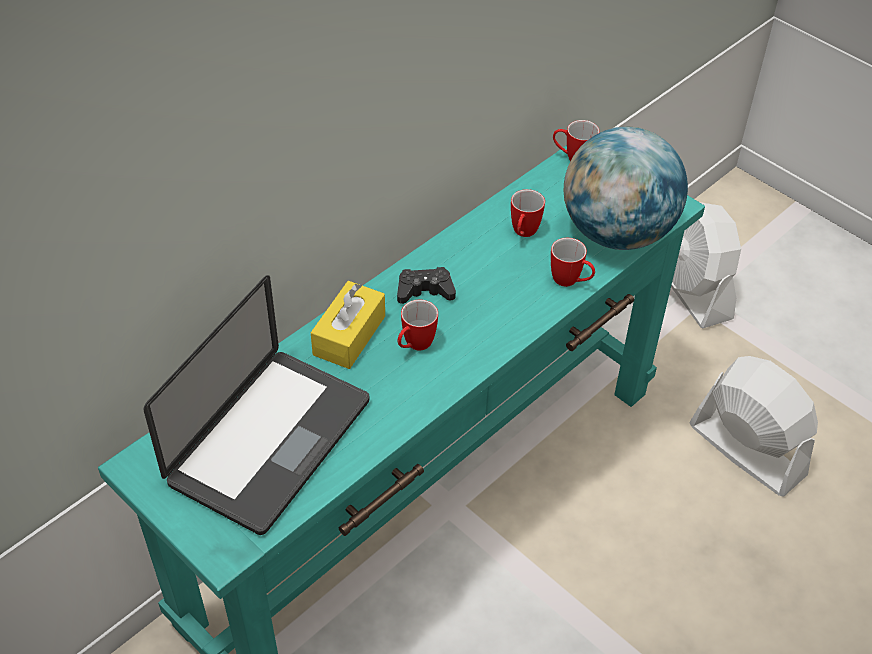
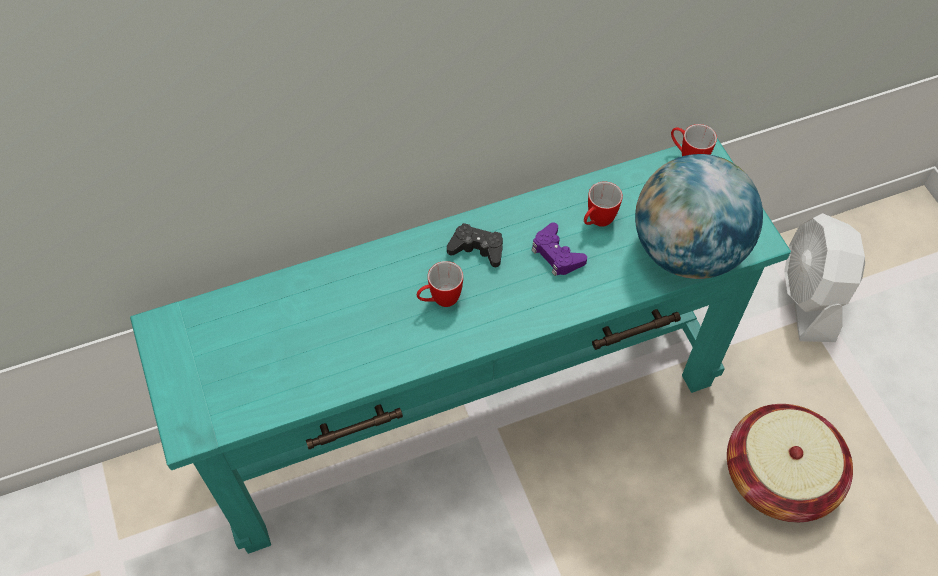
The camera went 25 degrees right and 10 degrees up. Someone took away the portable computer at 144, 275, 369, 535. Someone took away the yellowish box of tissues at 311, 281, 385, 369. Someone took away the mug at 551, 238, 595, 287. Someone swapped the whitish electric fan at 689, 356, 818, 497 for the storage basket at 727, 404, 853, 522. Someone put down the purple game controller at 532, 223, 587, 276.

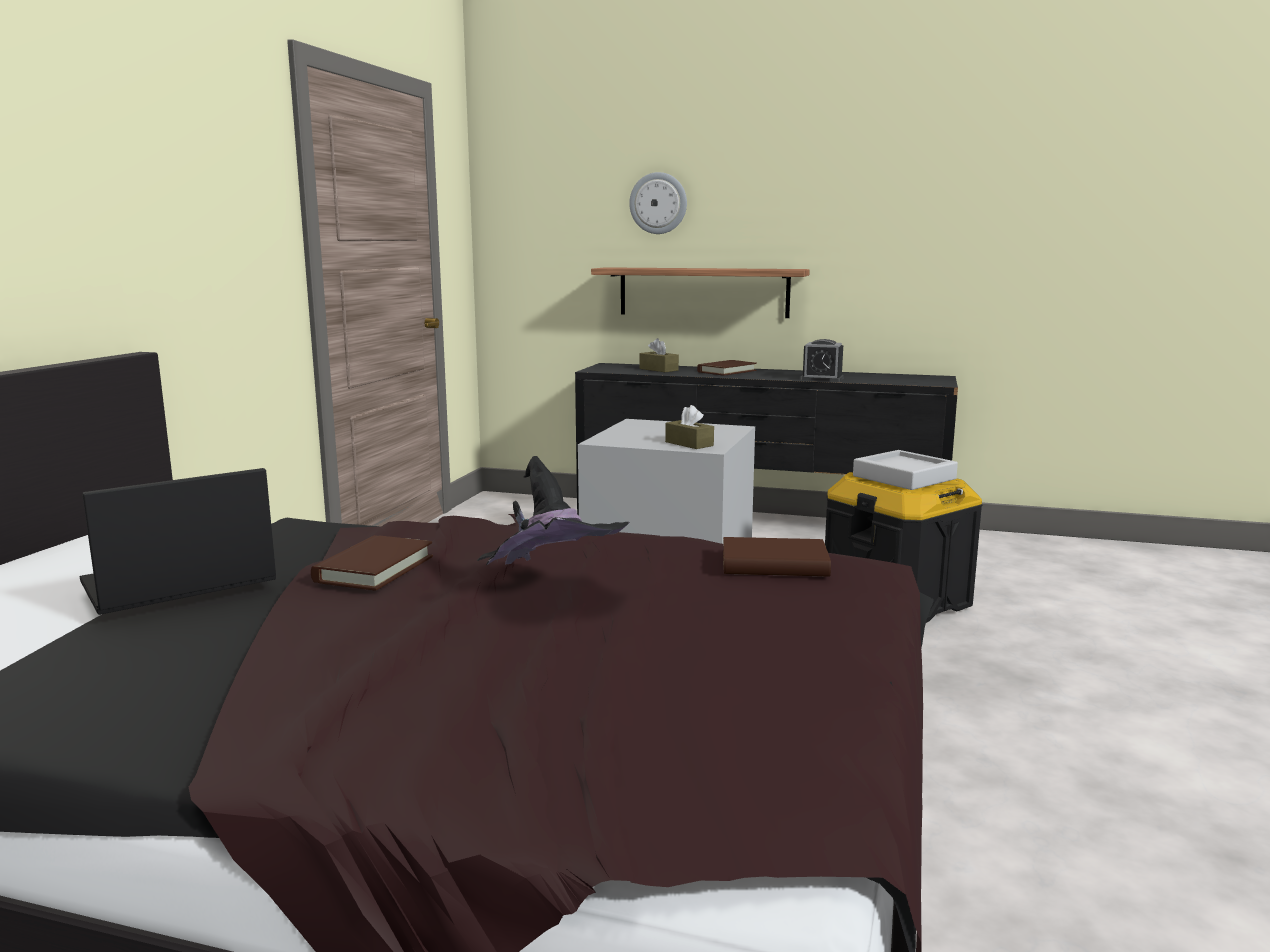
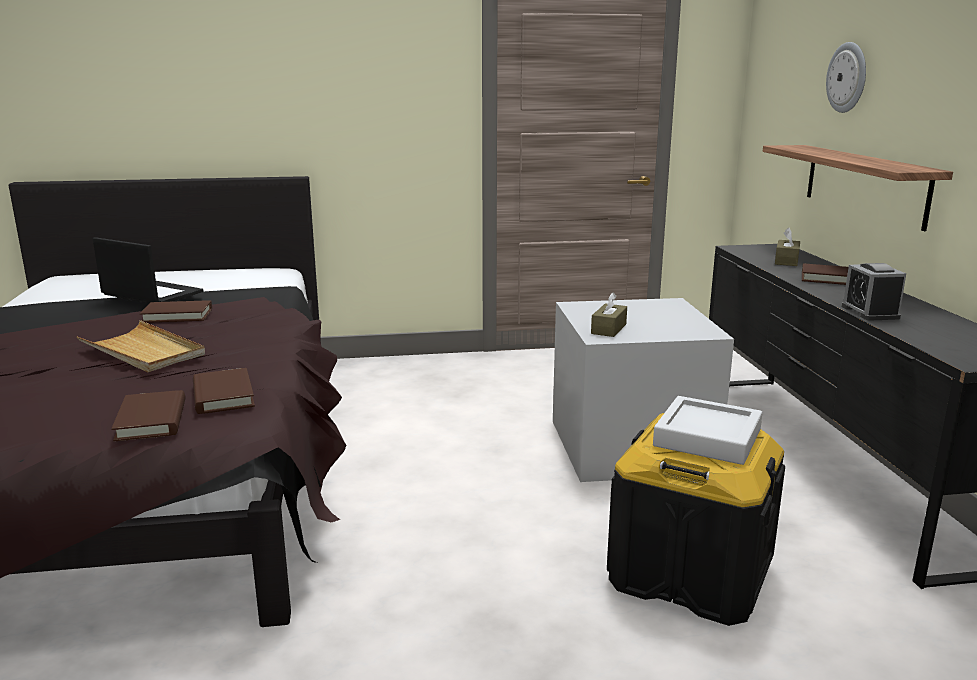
The camera went 65 degrees right and 5 degrees up. Someone swapped the black-coloured wearable hat at 477, 456, 630, 566 for the beige tray at 77, 320, 205, 372. Someone put down the brownish book at 111, 390, 185, 441.

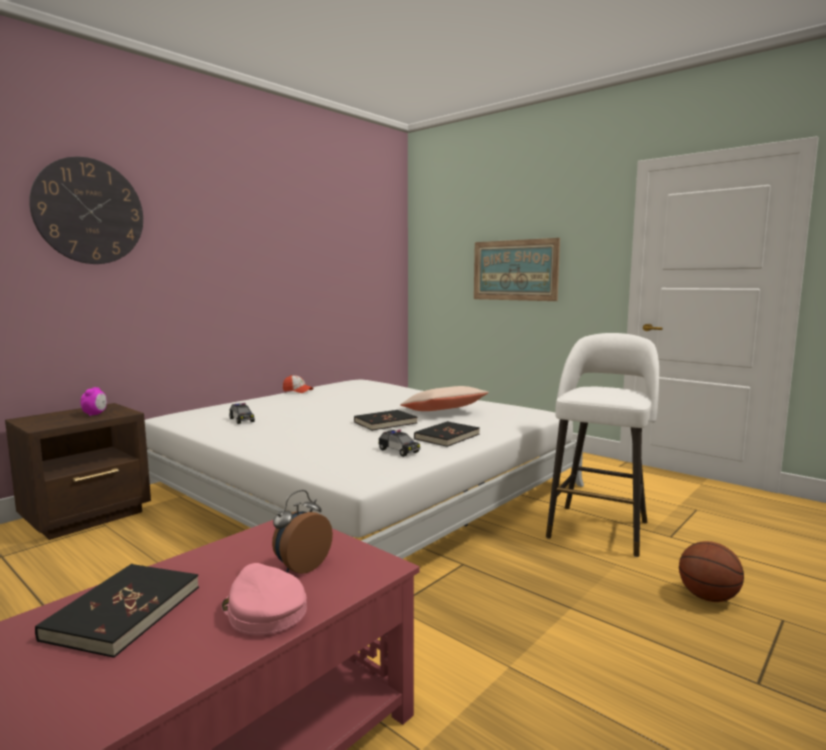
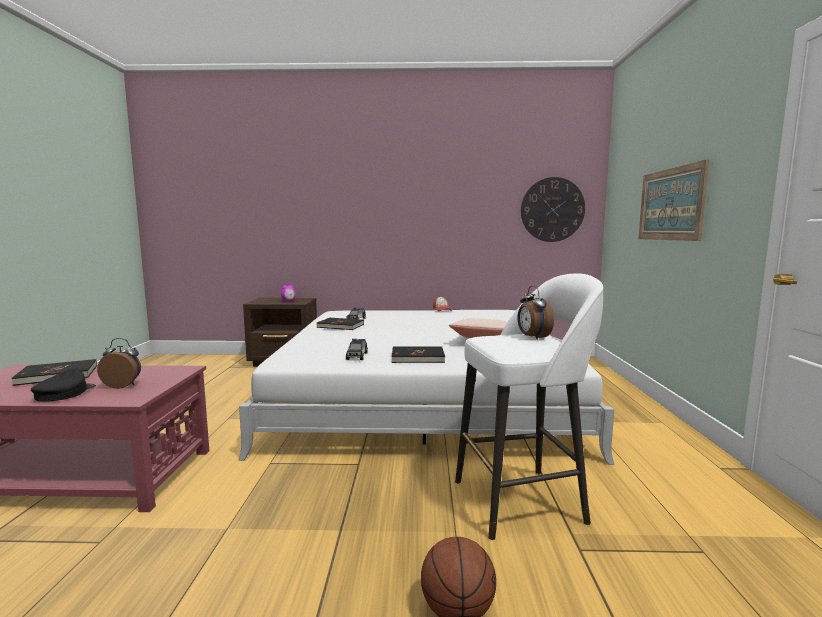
The camera went 50 degrees right and 0 degrees up. Someone carried the wall clock from 29, 157, 143, 264 to 521, 177, 585, 242. Someone repainted the pinkish baseball cap at 222, 563, 307, 635, which became the black-coloured baseball cap at 31, 368, 96, 402. Someone carried the black-coloured book from 354, 410, 418, 431 to 317, 318, 364, 330. Someone put down the alarm clock at 518, 286, 554, 340.

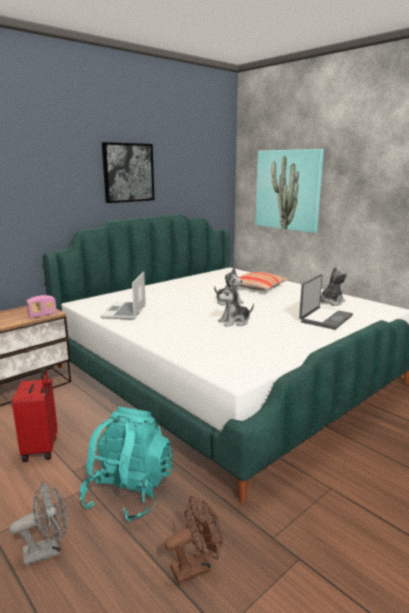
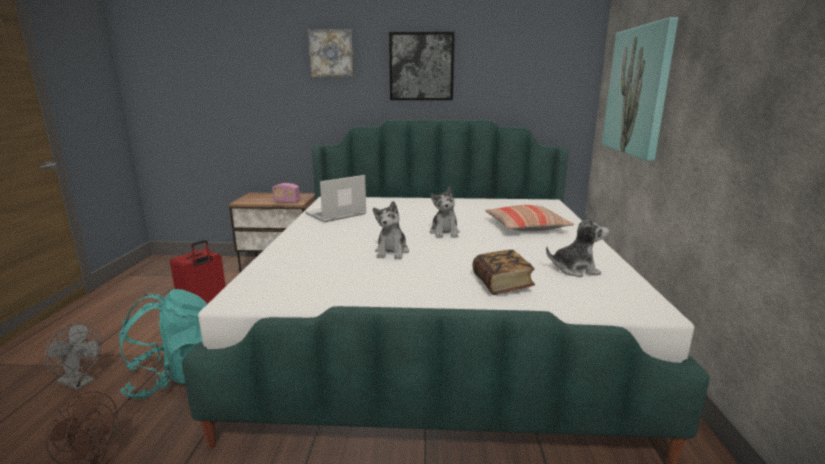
The camera went 45 degrees right and 0 degrees up. Someone rotated the plush toy at 218, 284, 254, 327 by 105 degrees counterclockwise. Someone swapped the portable computer at 299, 274, 353, 330 for the book at 473, 250, 535, 295. Someone put up the wall art at 308, 29, 355, 77.

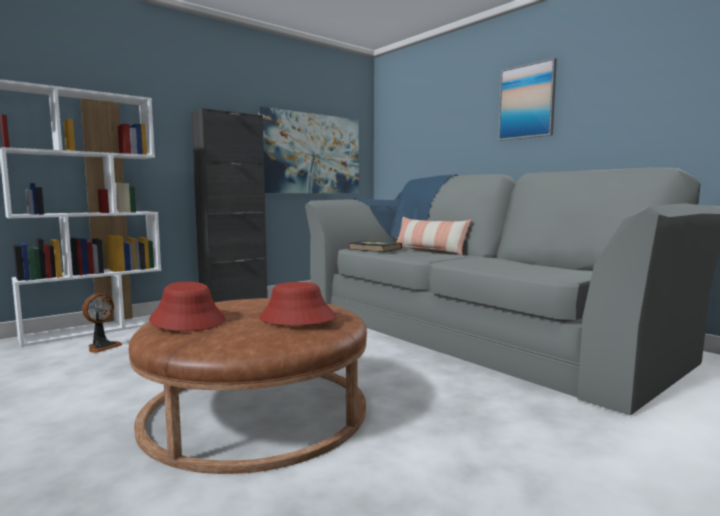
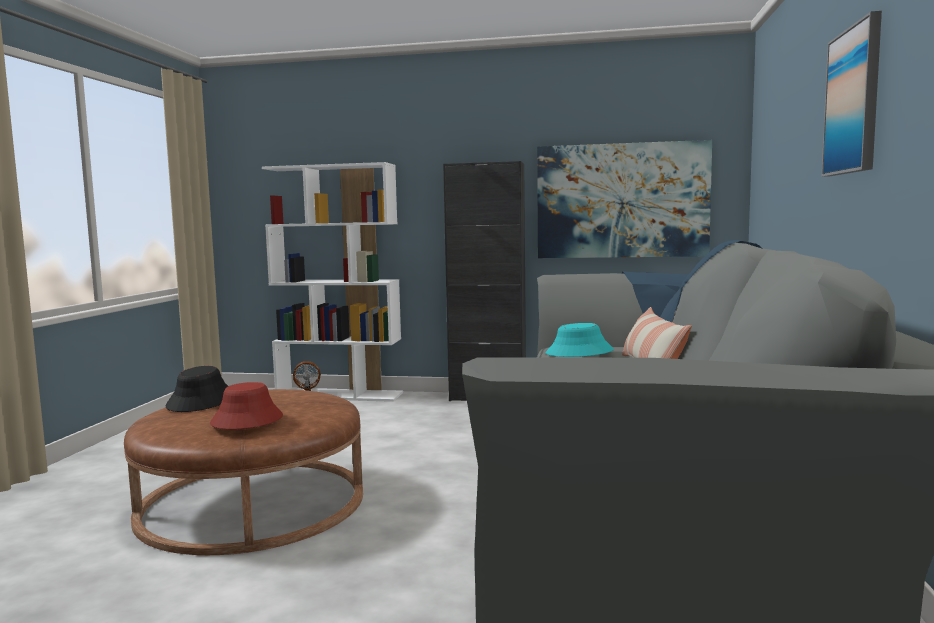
The camera went 50 degrees right and 0 degrees up. Someone repainted the reddish wearable hat at 149, 282, 226, 331, which became the black-coloured wearable hat at 166, 366, 228, 412. Someone swapped the book at 348, 241, 402, 252 for the turquoise-coloured wearable hat at 545, 323, 614, 357.

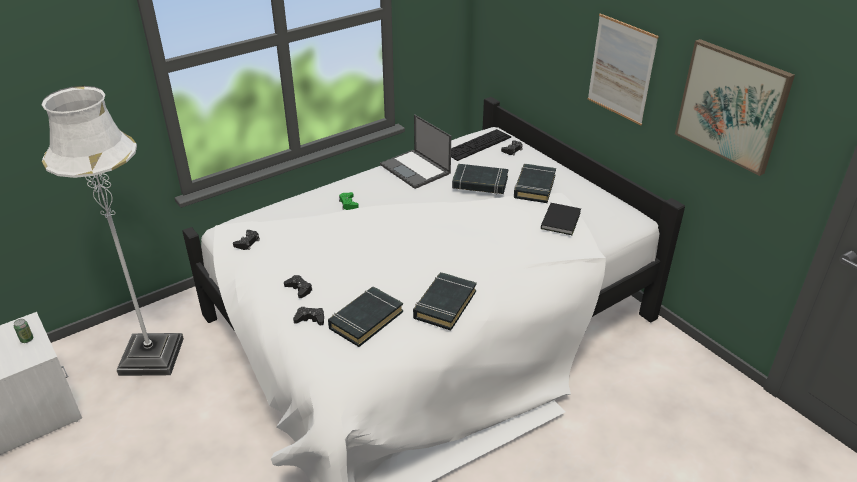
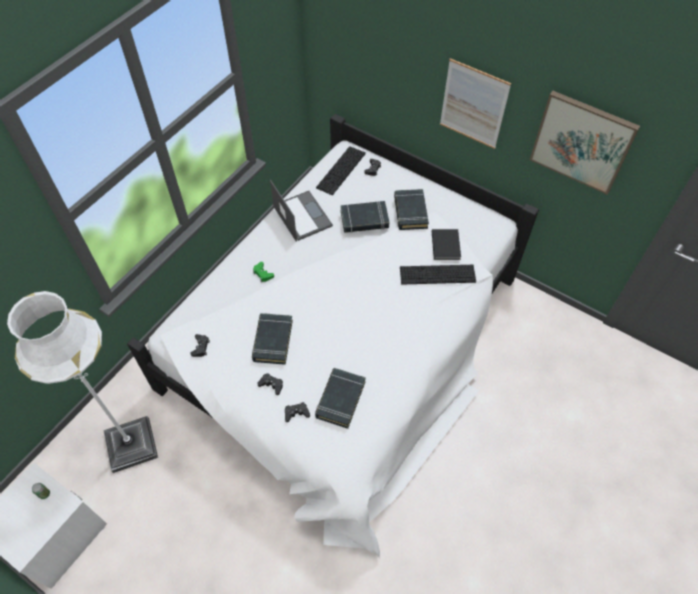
The camera went 20 degrees left and 20 degrees up. Someone rotated the portable computer at 380, 114, 451, 189 by 150 degrees counterclockwise. Someone carried the black-coloured book from 413, 272, 477, 331 to 252, 313, 293, 365. Someone put down the computer keyboard at 400, 265, 476, 284.

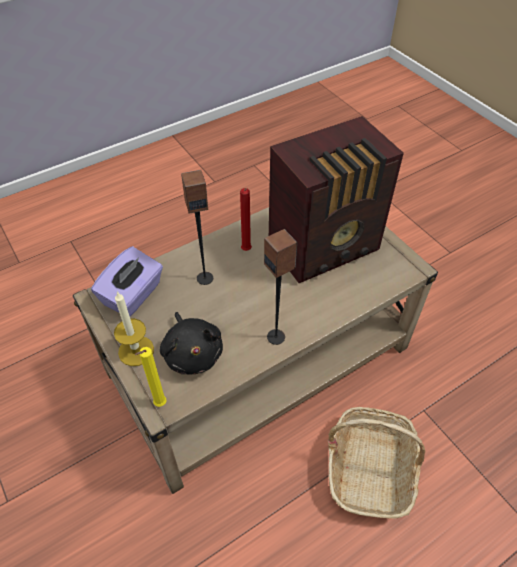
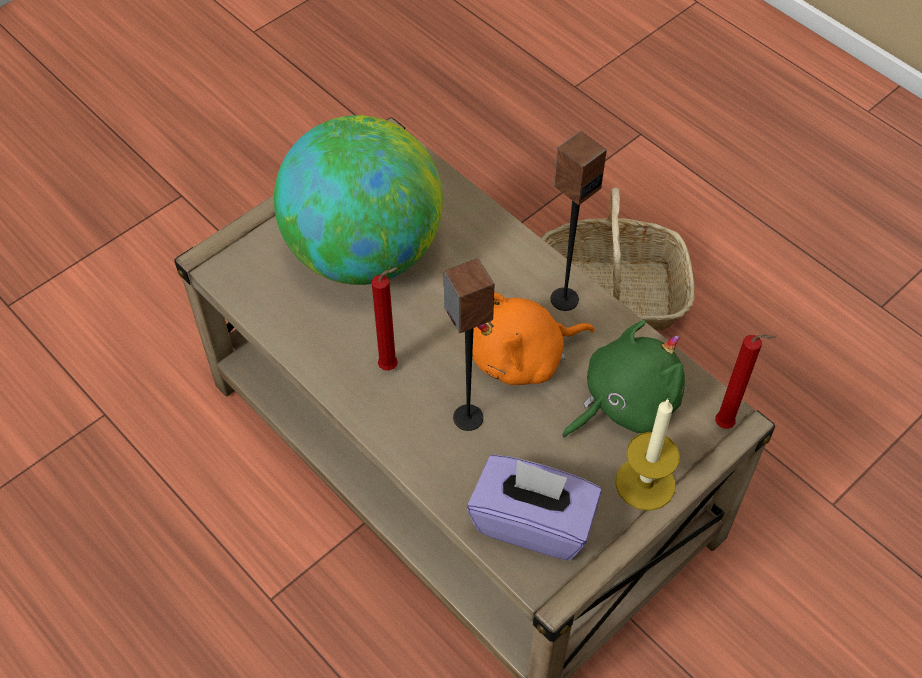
The camera went 100 degrees left and 5 degrees up. Someone repainted the yellowish candle at 135, 347, 166, 407, which became the reddish candle at 715, 334, 776, 429. Someone repainted the black-coloured plush toy at 160, 312, 223, 374, which became the green-coloured plush toy at 562, 320, 685, 437. Someone swapped the radio receiver at 269, 116, 404, 283 for the globe at 274, 115, 443, 285. Someone put down the orangey plush toy at 472, 292, 595, 385.

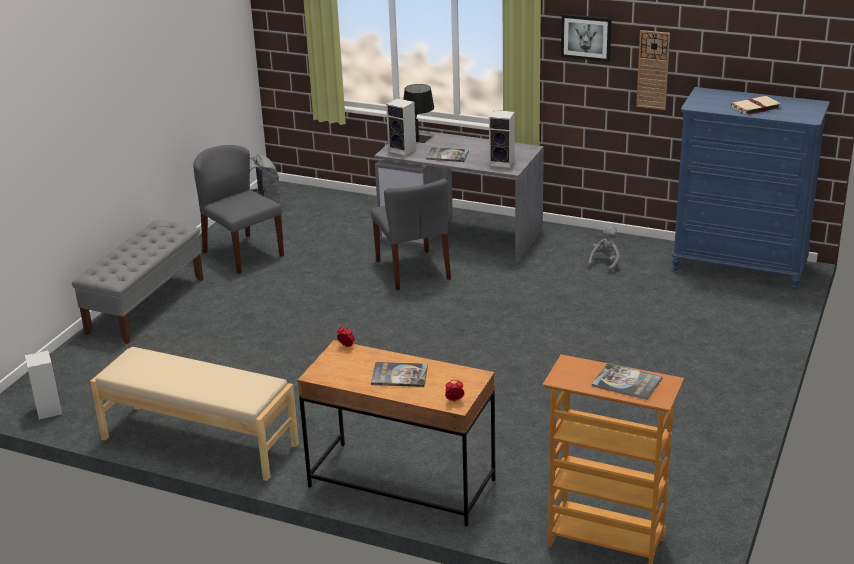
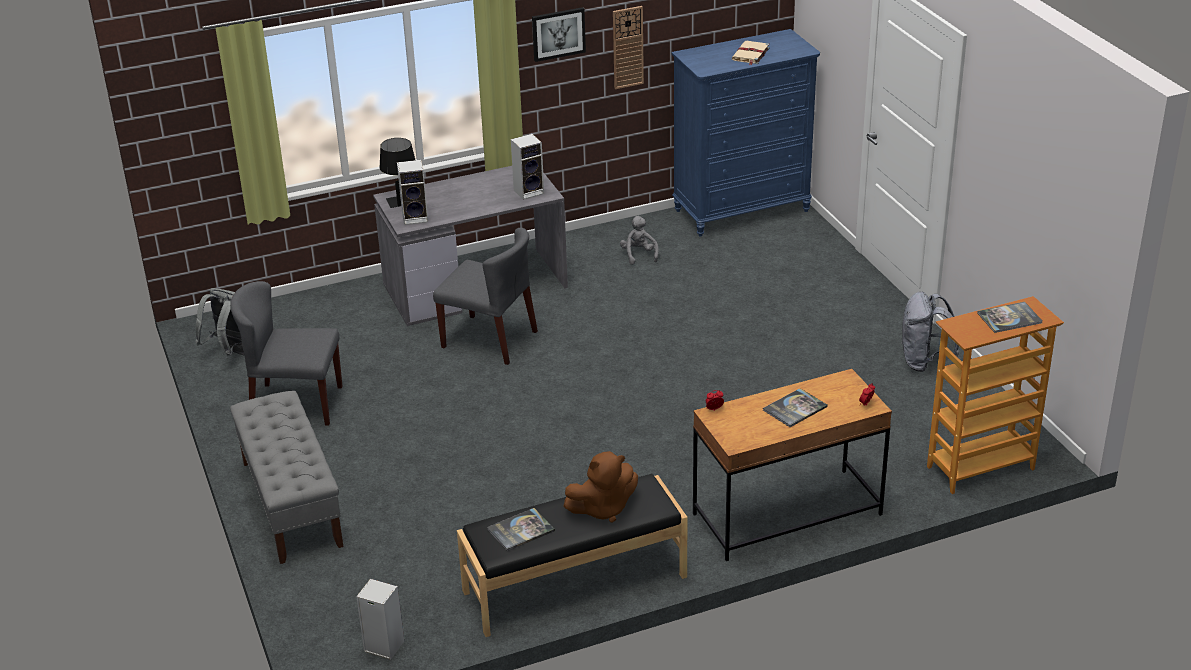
The camera went 45 degrees left and 5 degrees up. Someone repainted the beige bench at 90, 347, 299, 481, which became the black-coloured bench at 457, 474, 688, 637. Someone carried the book from 426, 147, 469, 162 to 487, 508, 555, 551. Someone put down the brownish plush toy at 563, 451, 638, 523. Someone put down the gray knapsack at 901, 292, 959, 372.

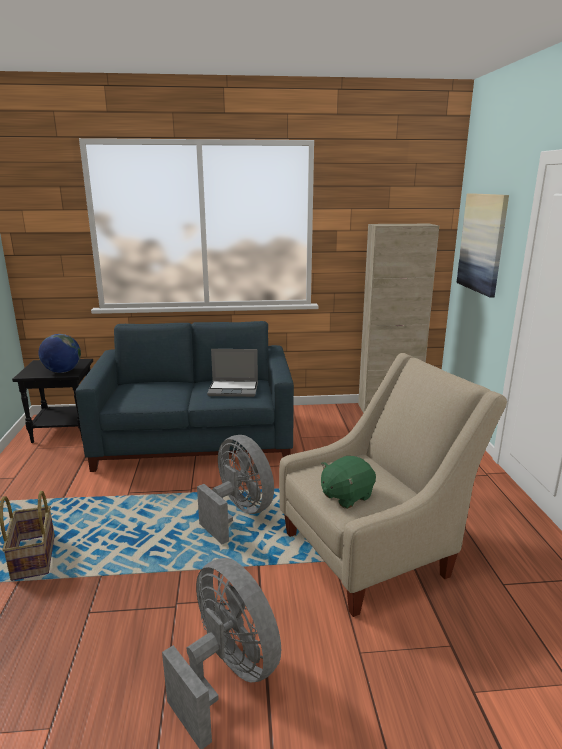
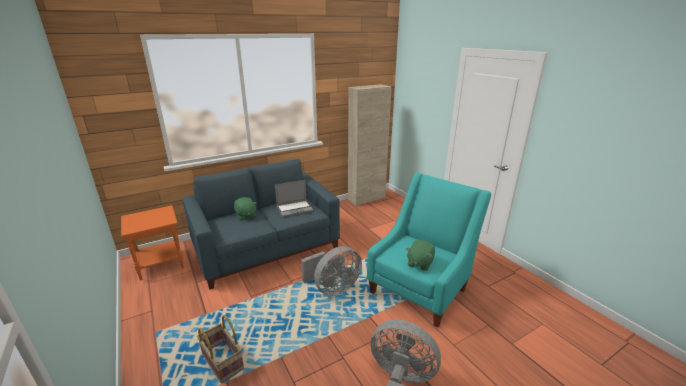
The camera went 25 degrees left and 5 degrees up. Someone repainted the black-coloured accent table at 12, 359, 93, 443, which became the orangey accent table at 121, 205, 184, 280. Someone took away the globe at 39, 334, 81, 373. Someone rotated the gray electric fan at 197, 435, 274, 544 by 120 degrees clockwise. Someone repainted the beige easy chair at 279, 353, 507, 617, which became the turquoise-coloured easy chair at 367, 173, 491, 328. Someone took away the wall art at 456, 193, 509, 297. Someone put down the green-coloured plush toy at 234, 197, 257, 220.

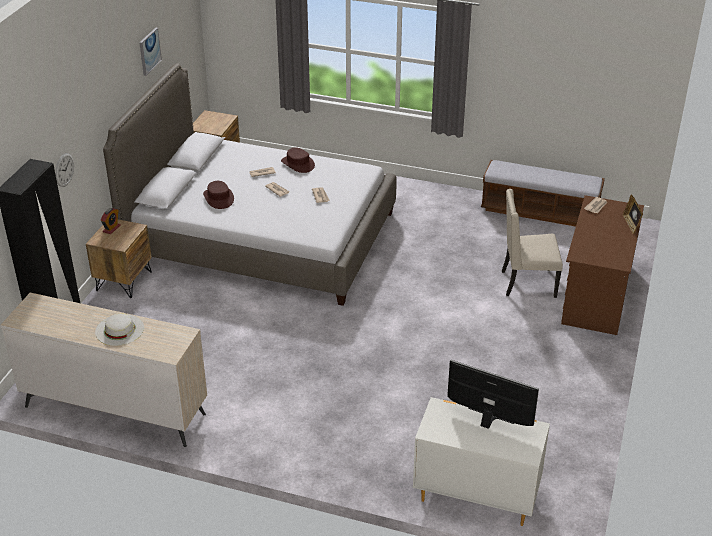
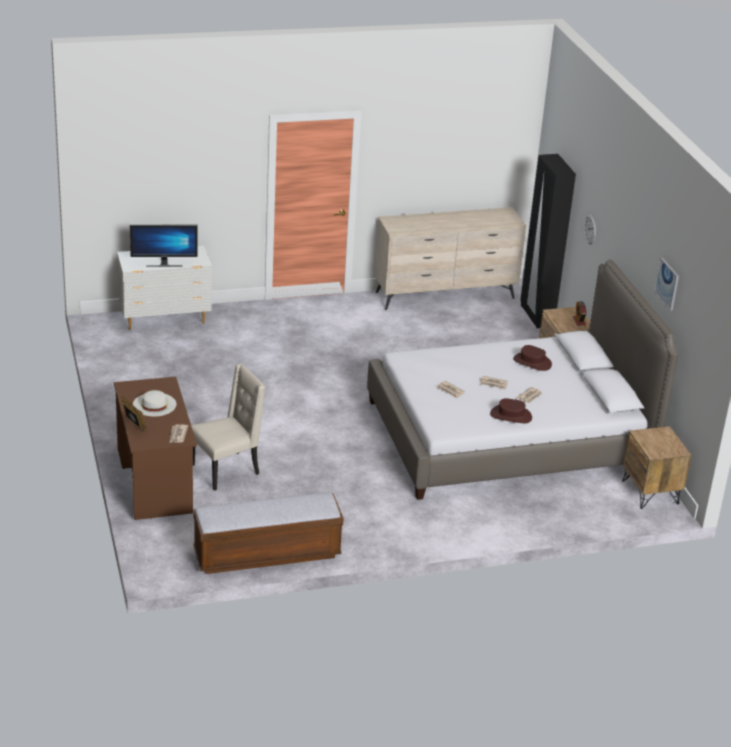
The camera went 145 degrees right and 5 degrees down. Someone carried the whitish wearable hat from 95, 314, 144, 346 to 133, 390, 176, 416.

